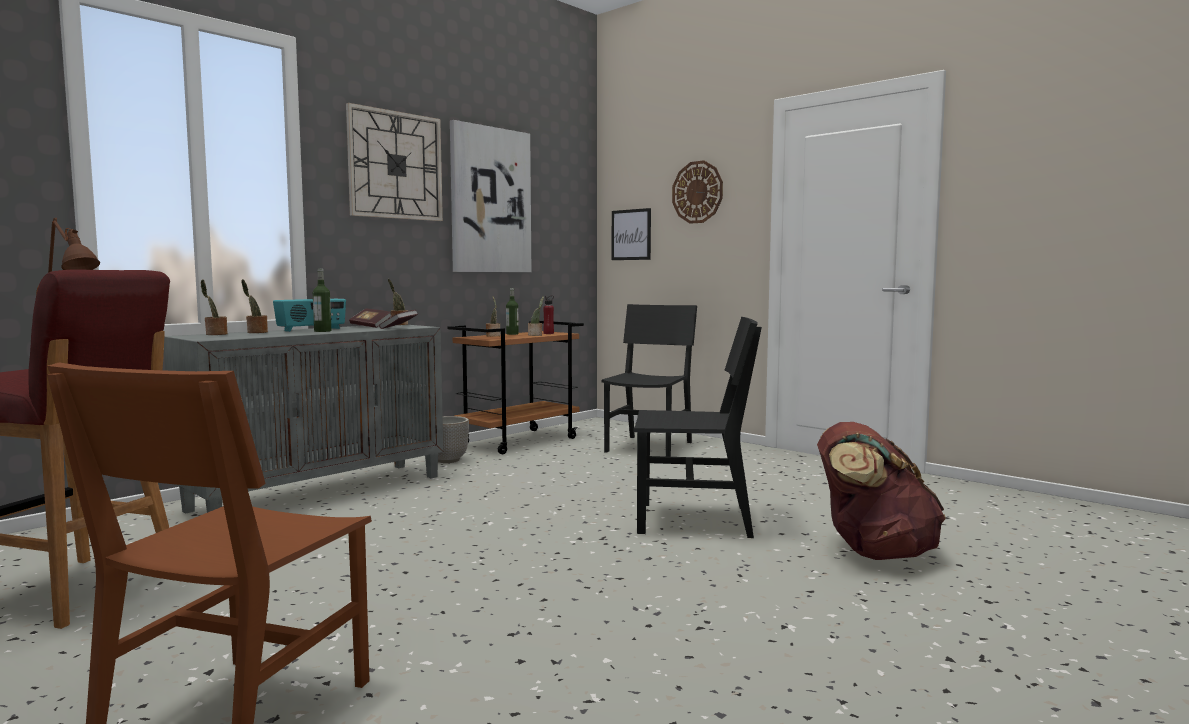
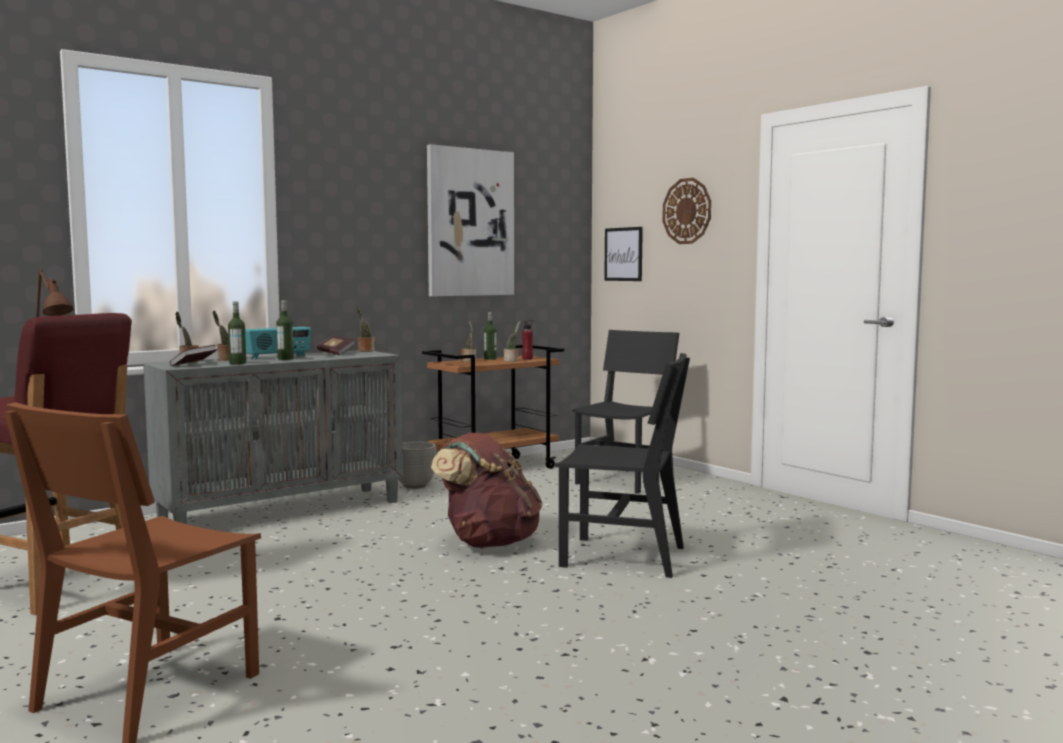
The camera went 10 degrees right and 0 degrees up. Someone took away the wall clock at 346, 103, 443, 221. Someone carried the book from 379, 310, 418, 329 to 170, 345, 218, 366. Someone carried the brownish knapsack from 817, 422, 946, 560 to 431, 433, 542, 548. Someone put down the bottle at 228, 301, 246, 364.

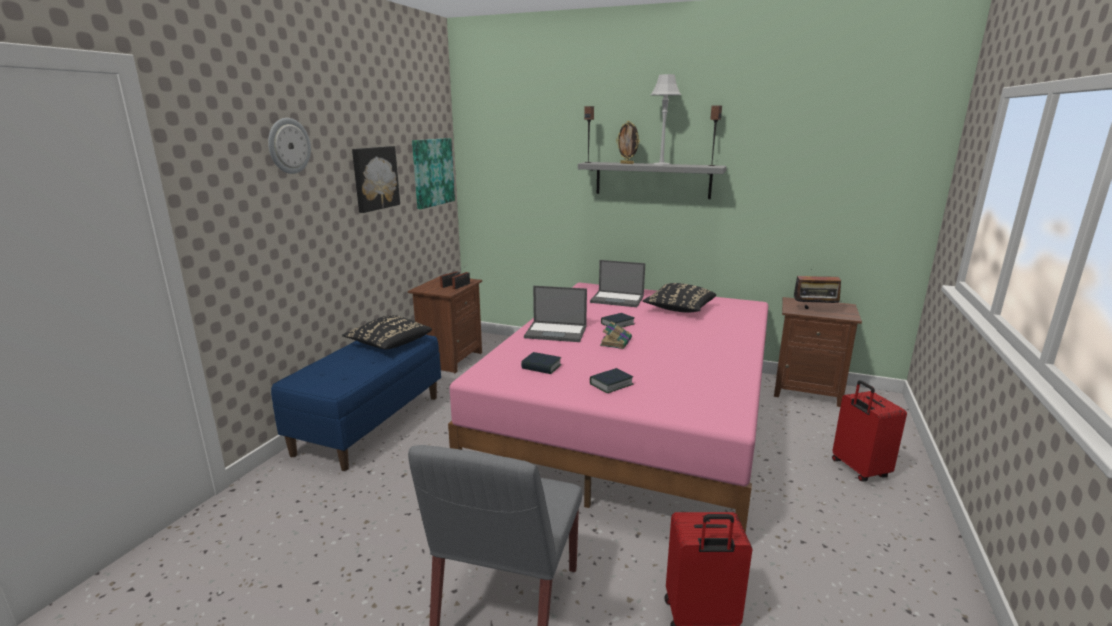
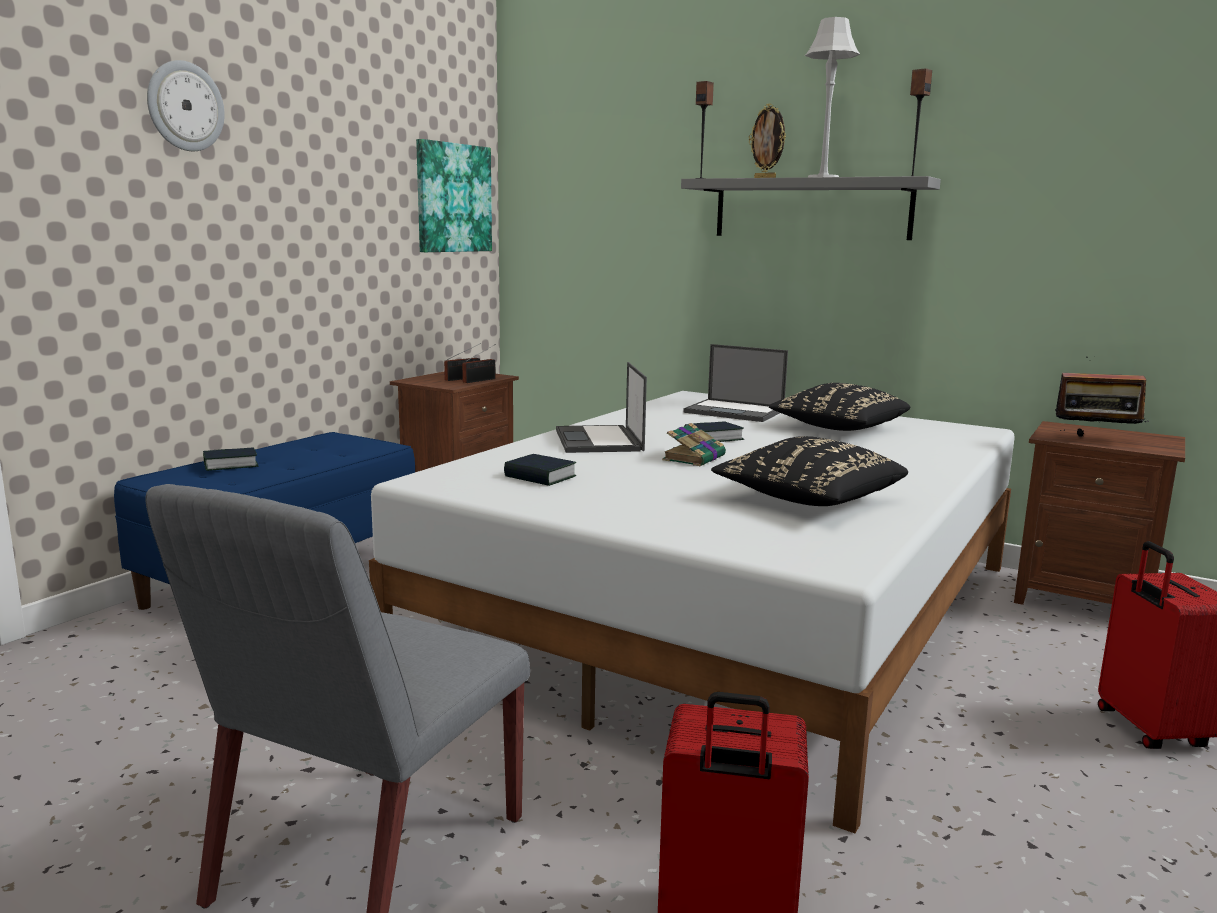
The camera went 10 degrees right and 5 degrees down. Someone carried the black-coloured throw pillow from 342, 315, 432, 349 to 711, 436, 908, 506. Someone took away the wall art at 352, 146, 400, 213. Someone repainted the pinkish bed at 448, 283, 769, 533, which became the whitish bed at 369, 391, 1015, 833. Someone rotated the portable computer at 524, 286, 587, 342 by 60 degrees clockwise. Someone carried the book from 590, 368, 634, 393 to 203, 447, 259, 471.

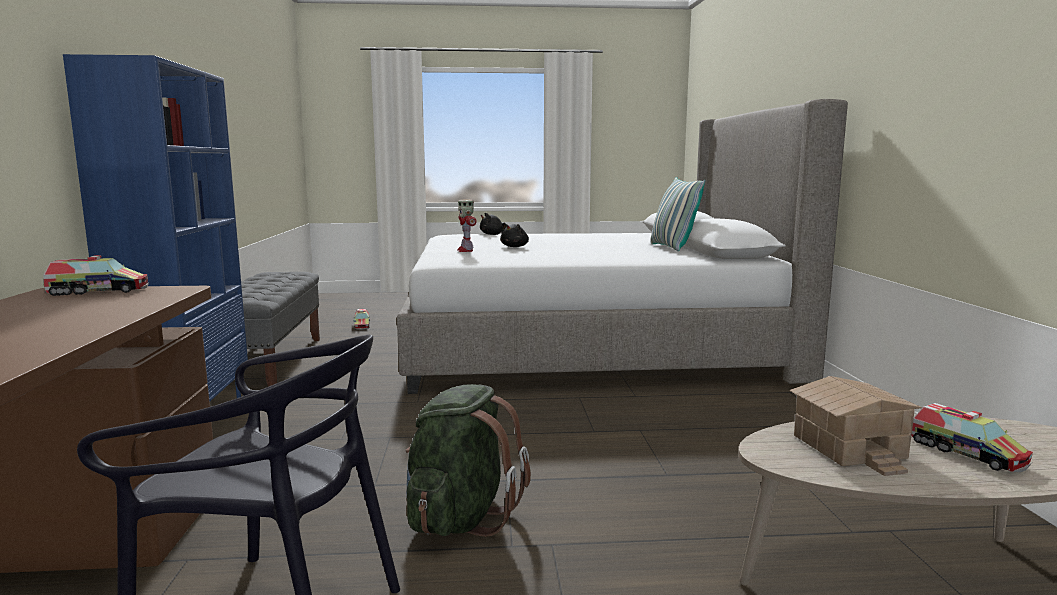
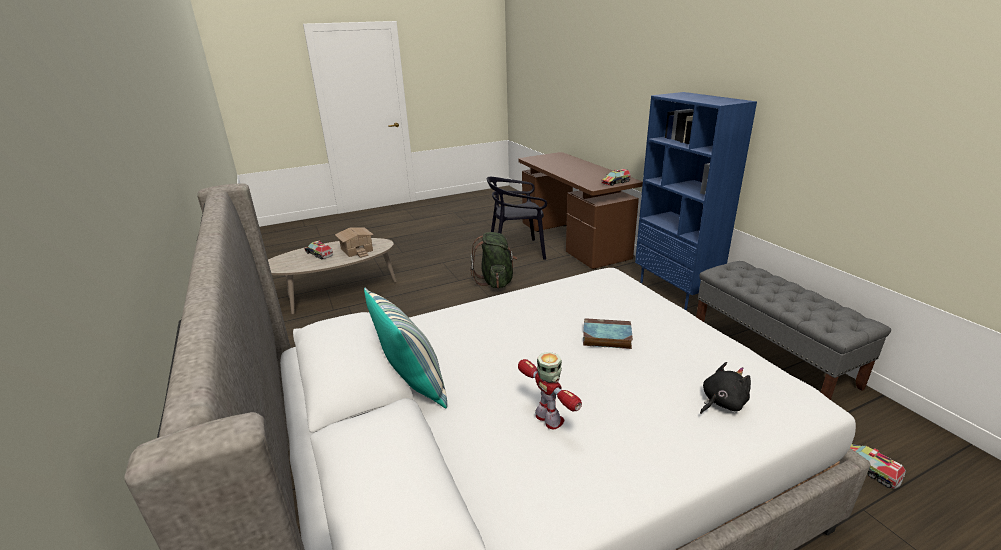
The camera went 160 degrees right and 15 degrees up. Someone carried the robot figure from 457, 200, 477, 252 to 518, 352, 582, 429. Someone swapped the black-coloured plush toy at 500, 223, 529, 247 for the book at 583, 318, 633, 349.

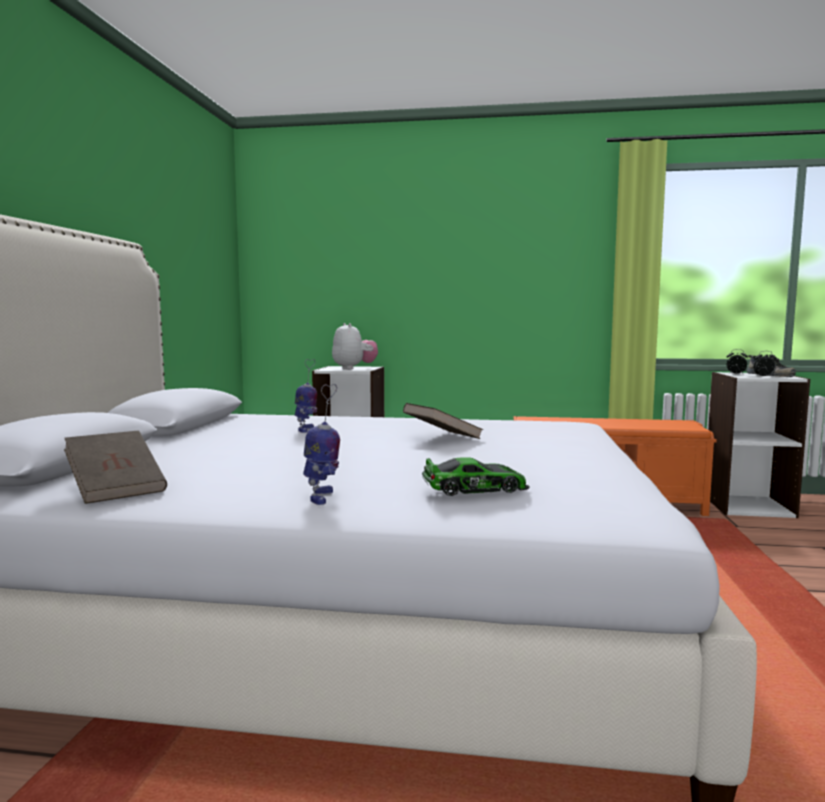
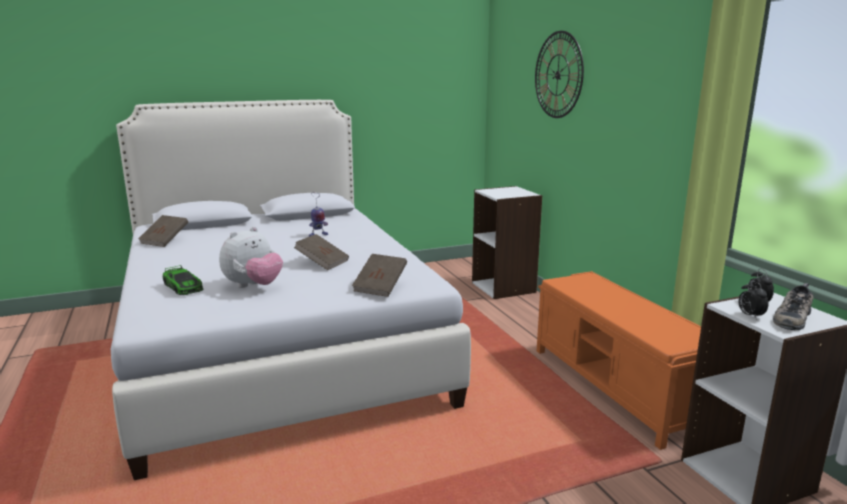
The camera went 60 degrees right and 10 degrees up. Someone took away the robot figure at 303, 384, 340, 505. Someone carried the plush toy from 332, 323, 378, 370 to 219, 227, 283, 288. Someone put down the brownish book at 352, 254, 407, 297. Someone put up the wall clock at 535, 31, 584, 118.

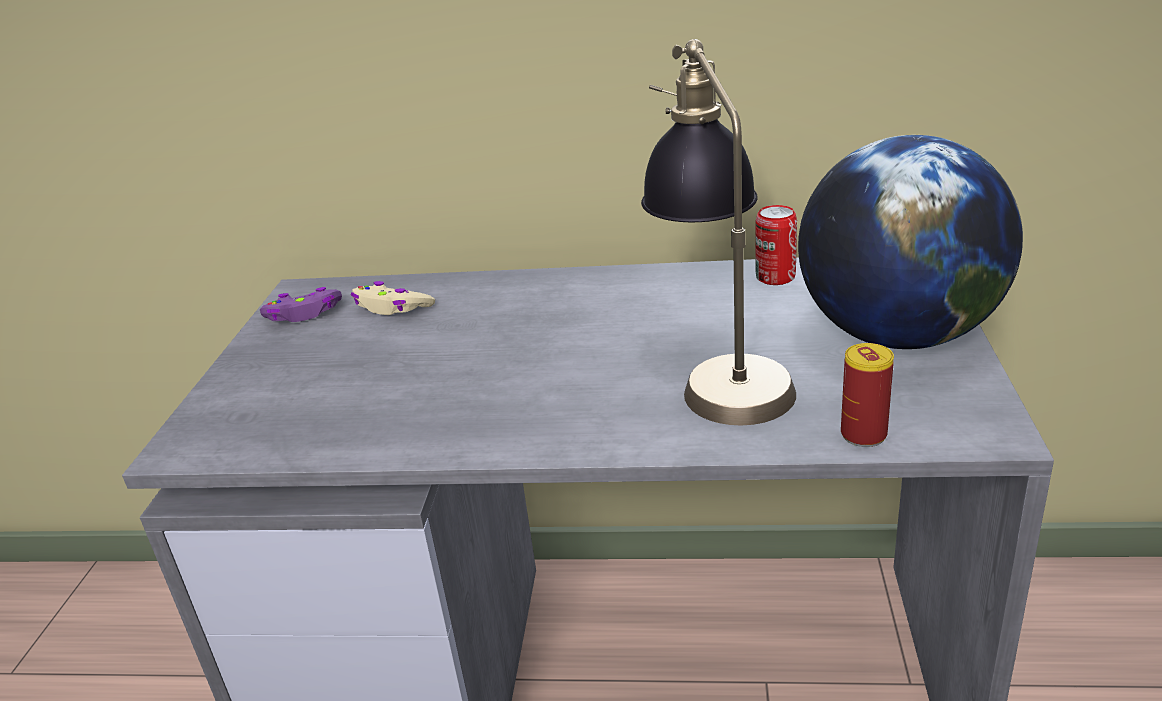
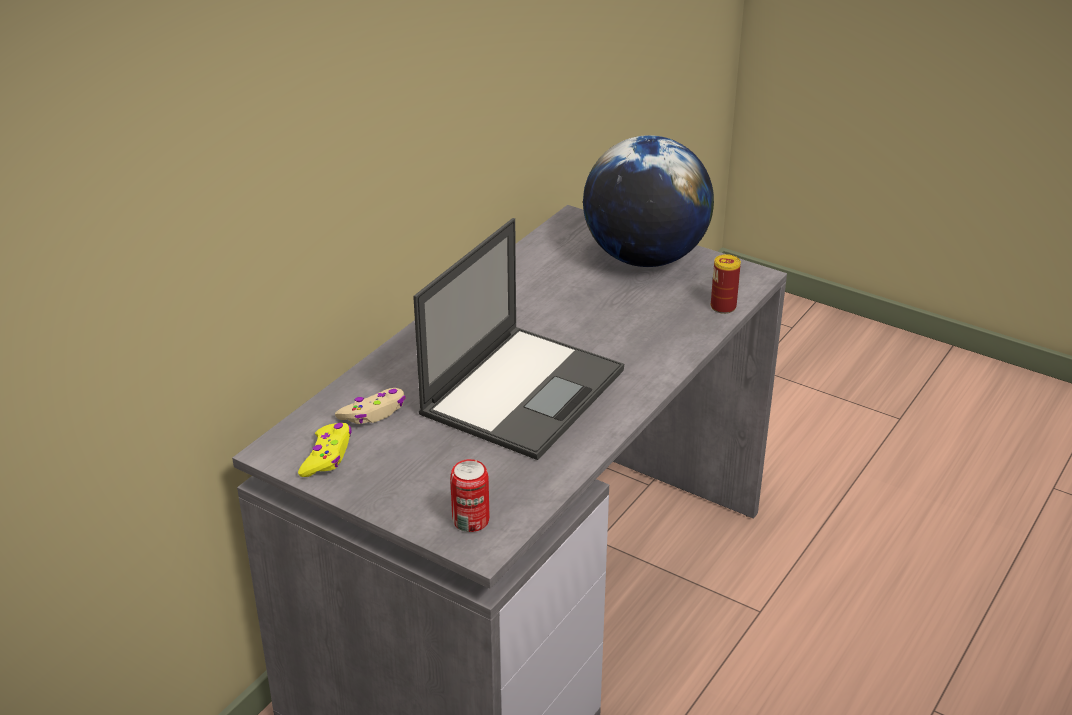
The camera went 65 degrees left and 5 degrees up. Someone repainted the purple game controller at 260, 287, 342, 322, which became the yellowish game controller at 298, 423, 352, 477. Someone took away the lamp for a table at 641, 39, 796, 425. Someone carried the metal can from 756, 205, 797, 285 to 450, 459, 489, 532. Someone put down the portable computer at 413, 218, 624, 460.

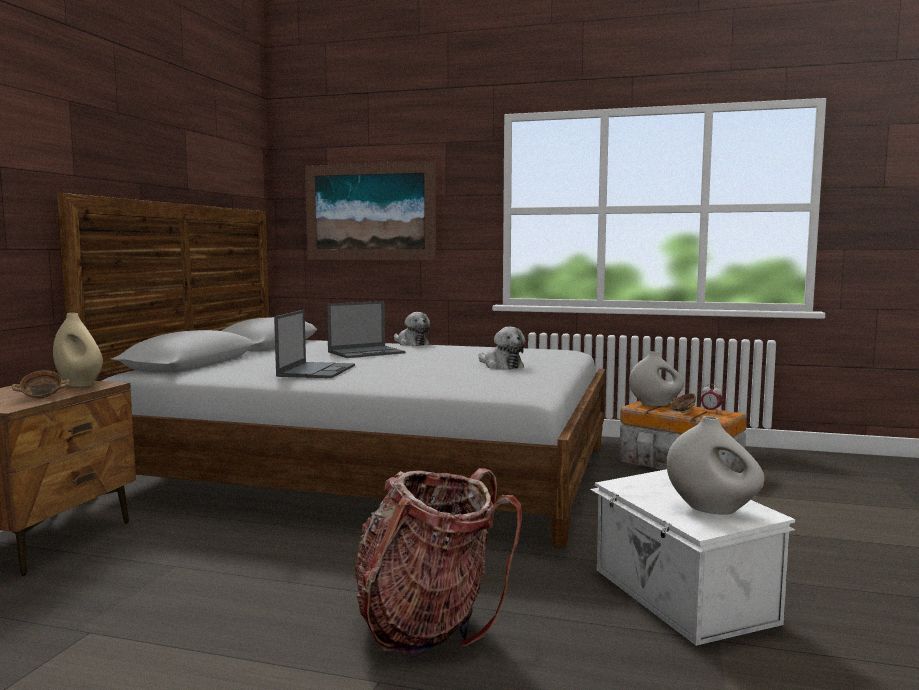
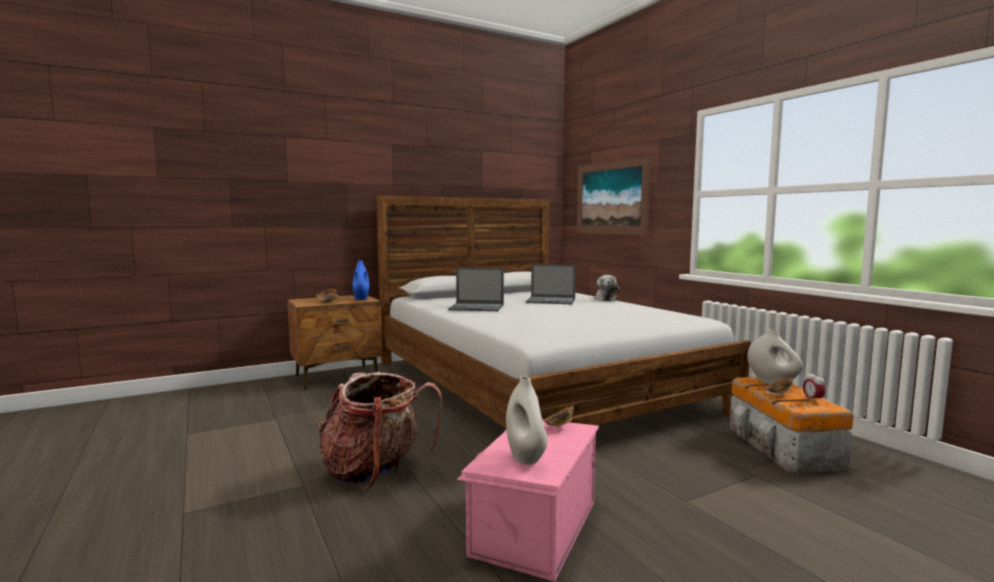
The camera went 45 degrees right and 0 degrees up. Someone repainted the beige vase at 53, 313, 103, 387, which became the blue-coloured vase at 353, 260, 369, 300. Someone rotated the portable computer at 274, 310, 355, 378 by 45 degrees clockwise. Someone took away the plush toy at 478, 327, 525, 369. Someone repainted the whitish storage bin at 590, 469, 795, 646, which became the pinkish storage bin at 457, 420, 599, 582. Someone put down the deep dish at 544, 406, 574, 428.

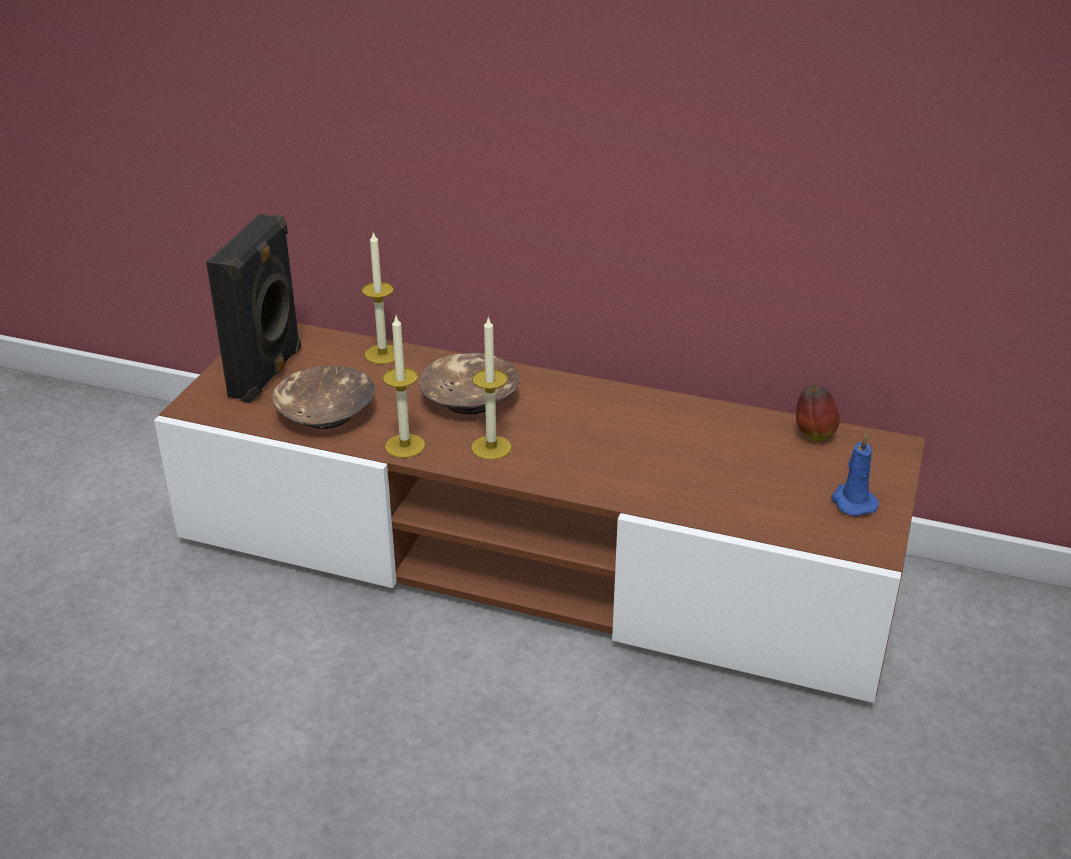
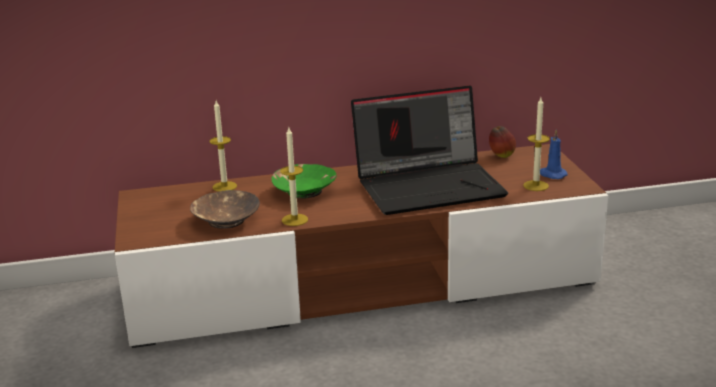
The camera went 30 degrees left and 10 degrees down. Someone took away the black-coloured loudspeaker at 206, 214, 301, 403. Someone repainted the brownish deep dish at 419, 353, 519, 414, which became the green-coloured deep dish at 271, 164, 336, 199. Someone carried the candle from 471, 316, 512, 460 to 523, 98, 550, 191. Someone put down the portable computer at 351, 85, 508, 215.

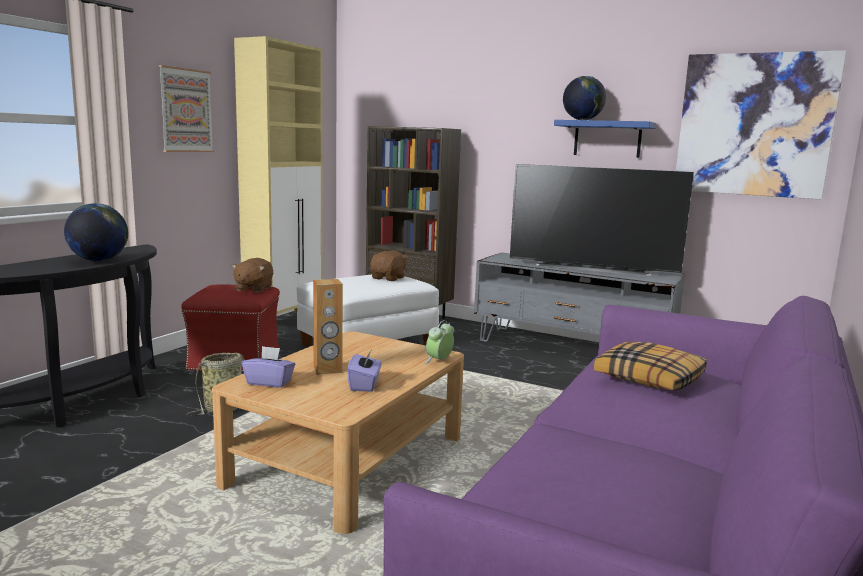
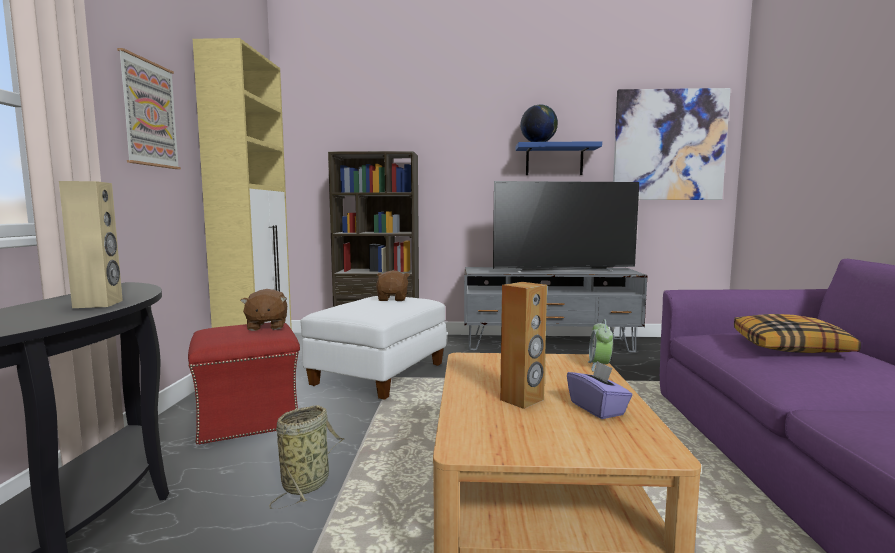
The camera went 25 degrees left and 5 degrees down. Someone swapped the globe at 64, 203, 128, 261 for the beige loudspeaker at 59, 181, 123, 308. Someone took away the purple box of tissues at 242, 346, 295, 388.

